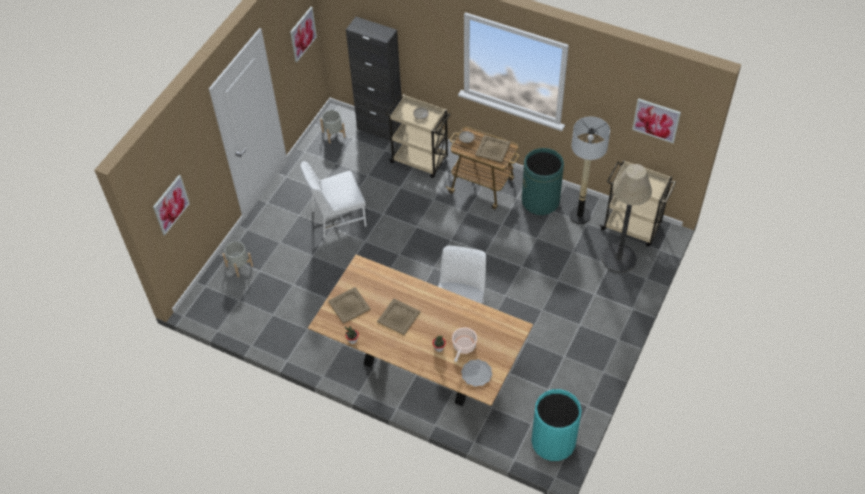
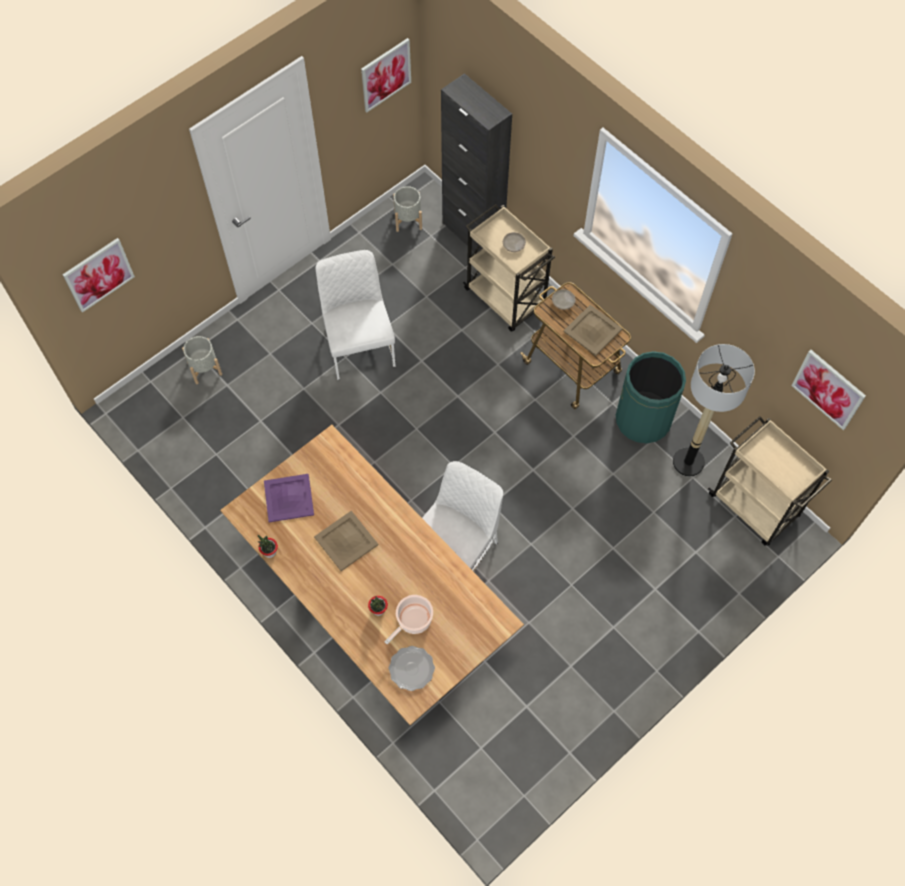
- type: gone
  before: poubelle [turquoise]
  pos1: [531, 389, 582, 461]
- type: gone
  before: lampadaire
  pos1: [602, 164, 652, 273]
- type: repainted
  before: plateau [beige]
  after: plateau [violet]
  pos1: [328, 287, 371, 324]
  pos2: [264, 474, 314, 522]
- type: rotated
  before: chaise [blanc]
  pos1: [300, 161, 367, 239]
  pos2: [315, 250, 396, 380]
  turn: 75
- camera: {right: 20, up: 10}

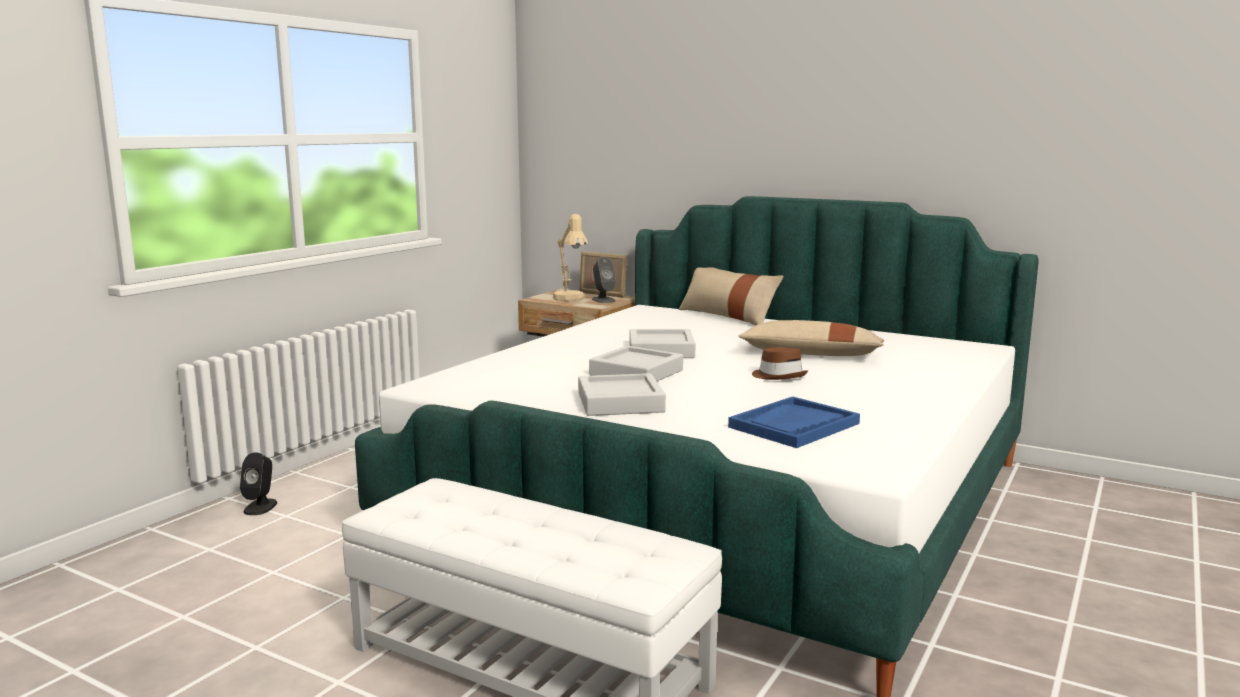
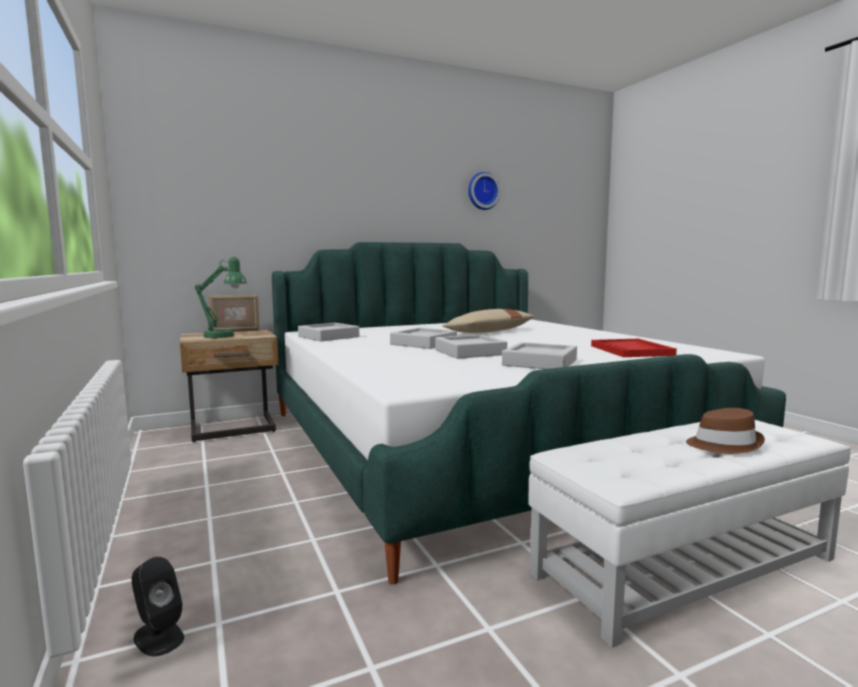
- type: gone
  before: enceinte [gris]
  pos1: [592, 257, 616, 303]
- type: gone
  before: coussin [beige]
  pos1: [679, 267, 784, 325]
- type: new
  after: plateau [gris]
  pos2: [298, 323, 359, 341]
- type: new
  after: horloge murale
  pos2: [468, 172, 501, 210]
- type: shifted
  before: chapeau [marron]
  pos1: [752, 347, 808, 380]
  pos2: [686, 408, 765, 454]
- type: repainted
  before: lampe de table [beige]
  after: lampe de table [vert]
  pos1: [553, 214, 588, 301]
  pos2: [194, 257, 247, 338]
- type: repainted
  before: plateau [bleu]
  after: plateau [rouge]
  pos1: [728, 397, 860, 448]
  pos2: [591, 339, 677, 357]
- camera: {right: -55, up: -5}

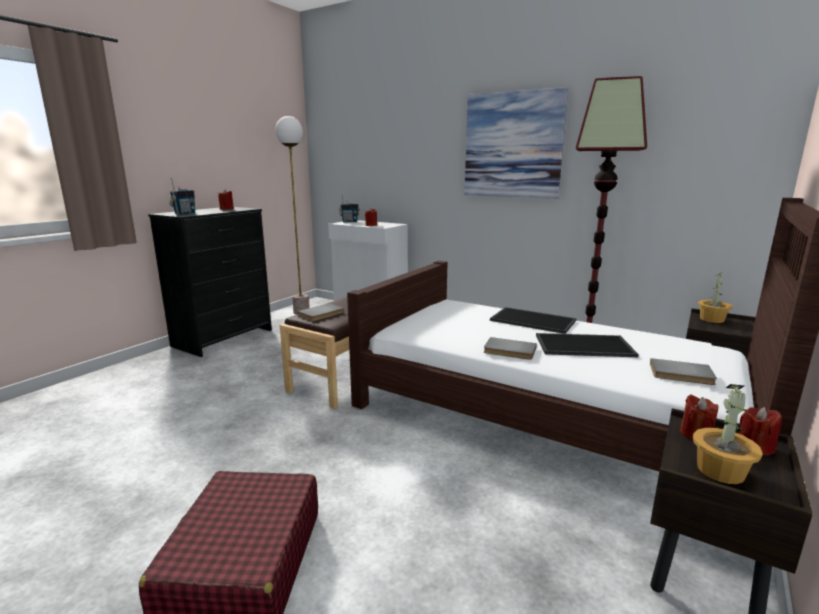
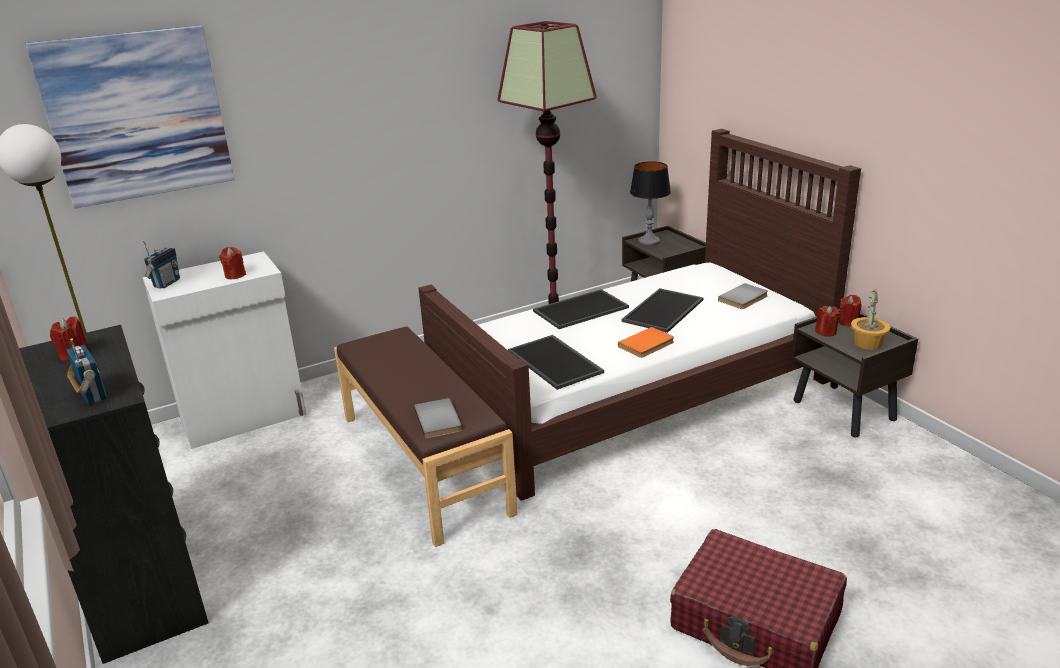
- type: new
  after: plateau
  pos2: [508, 335, 604, 390]
- type: shifted
  before: tableau
  pos1: [464, 87, 568, 199]
  pos2: [25, 25, 234, 208]
- type: swapped
  before: plante en pot
  after: lampe de table
  pos1: [698, 272, 733, 323]
  pos2: [630, 162, 671, 245]
- type: repainted
  before: livre [gris]
  after: livre [orange]
  pos1: [484, 337, 537, 360]
  pos2: [618, 327, 674, 358]
- camera: {right: -60, up: 10}

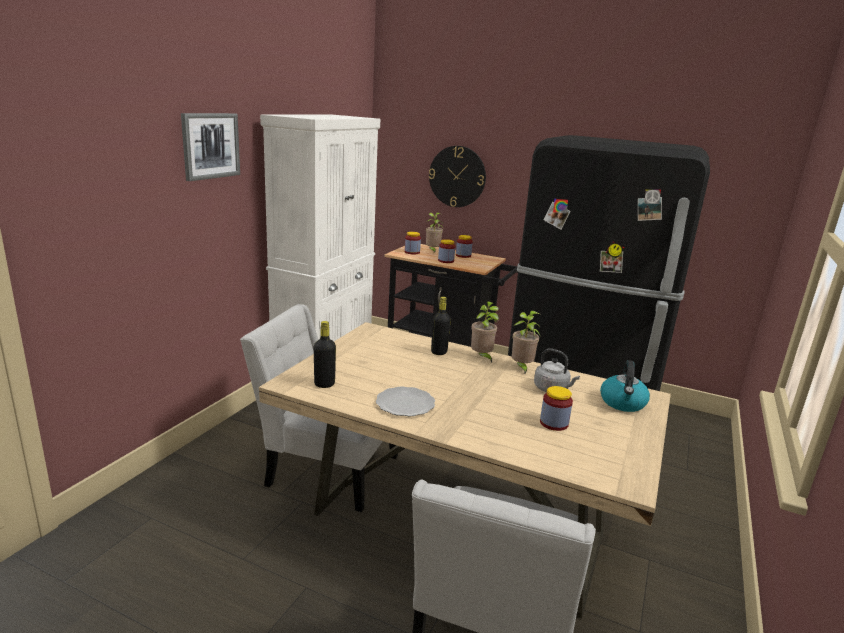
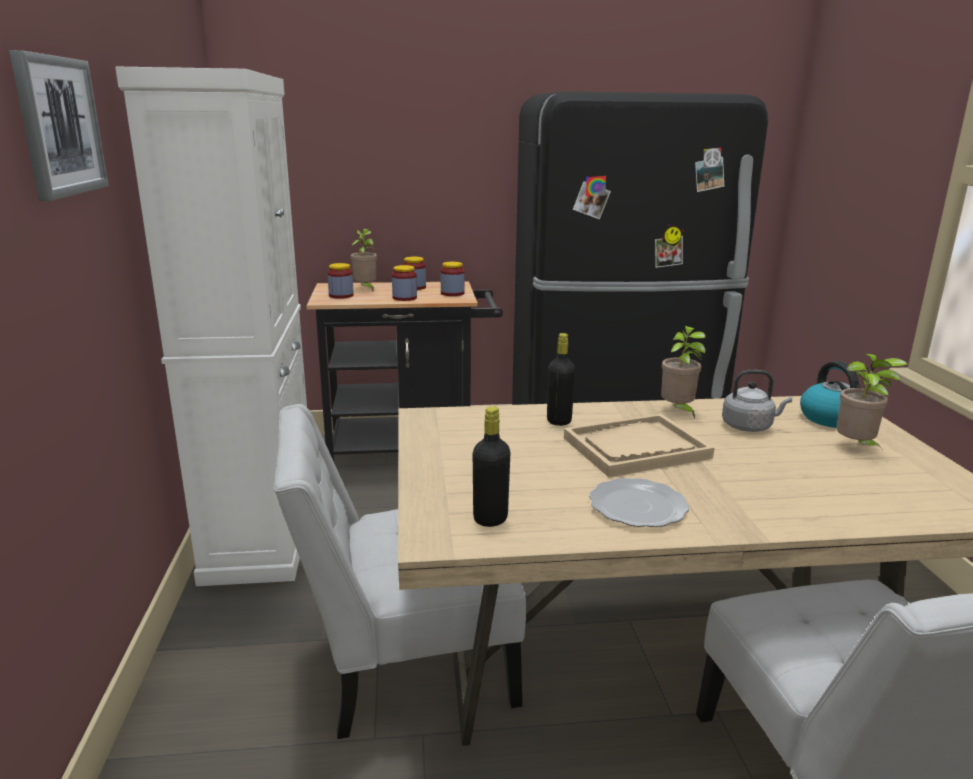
- type: gone
  before: horloge murale
  pos1: [429, 146, 486, 207]
- type: new
  after: plateau [beige]
  pos2: [564, 414, 714, 477]
- type: shifted
  before: plante en pot
  pos1: [471, 301, 499, 363]
  pos2: [837, 354, 908, 452]
- type: shifted
  before: bocal
  pos1: [540, 386, 573, 431]
  pos2: [441, 262, 465, 296]
- camera: {right: -30, up: 0}

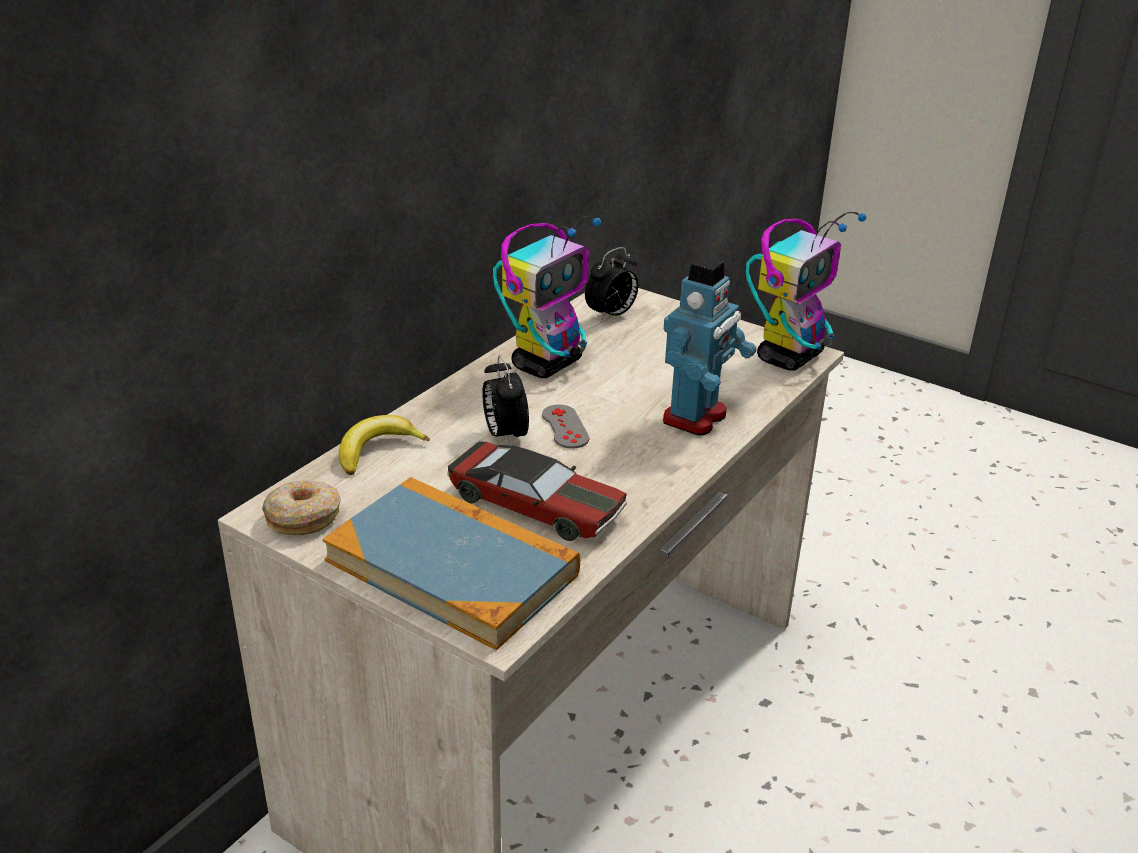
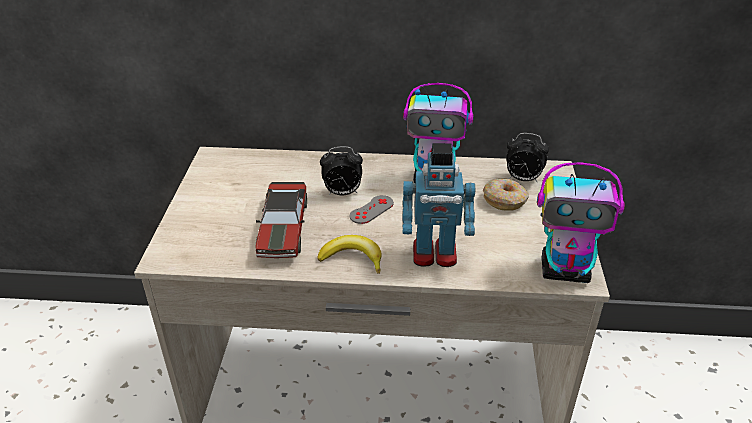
- type: gone
  before: livre
  pos1: [323, 477, 580, 651]
- type: shifted
  before: beignet
  pos1: [262, 480, 341, 535]
  pos2: [483, 179, 529, 211]
- type: shifted
  before: banane
  pos1: [339, 415, 430, 475]
  pos2: [317, 235, 382, 274]
- type: rotated
  before: réveil
  pos1: [482, 355, 529, 445]
  pos2: [320, 146, 363, 195]
  turn: -135
- camera: {right: 60, up: 5}

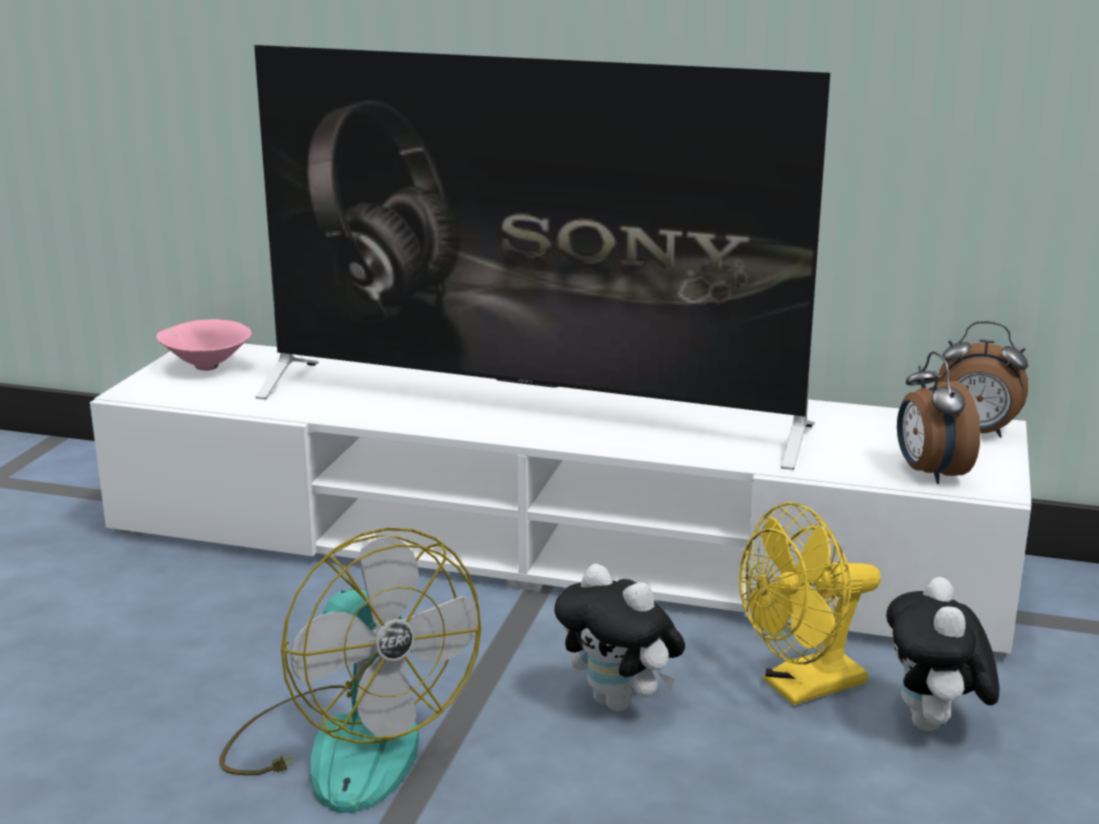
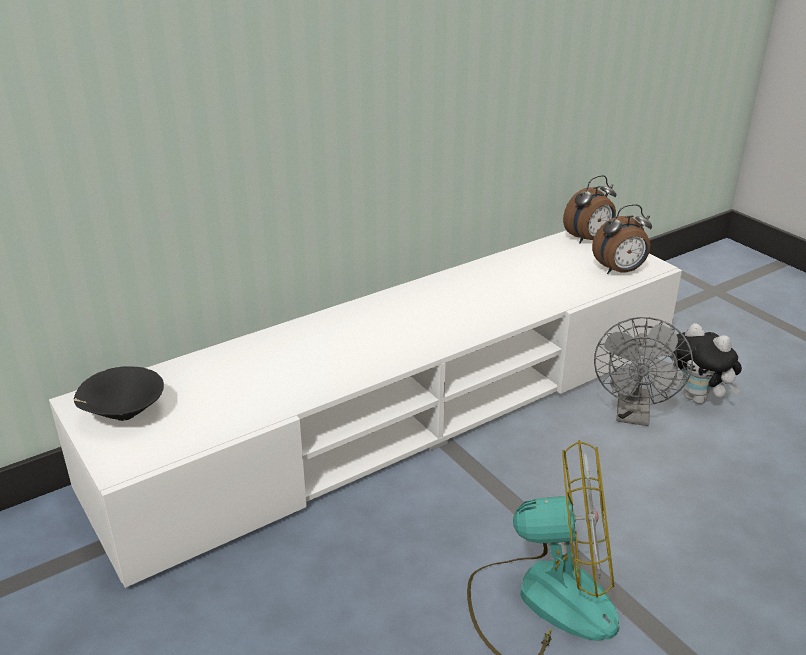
- type: gone
  before: téléviseur
  pos1: [254, 45, 830, 470]
- type: gone
  before: peluche
  pos1: [554, 564, 685, 711]
- type: repainted
  before: bol [rose]
  after: bol [noir]
  pos1: [156, 319, 252, 371]
  pos2: [74, 366, 164, 421]
- type: repainted
  before: ventilateur [jaune]
  after: ventilateur [gris]
  pos1: [739, 502, 881, 705]
  pos2: [594, 317, 693, 426]
- type: rotated
  before: réveil
  pos1: [897, 351, 980, 484]
  pos2: [592, 204, 652, 274]
  turn: -45
- camera: {right: -50, up: 10}

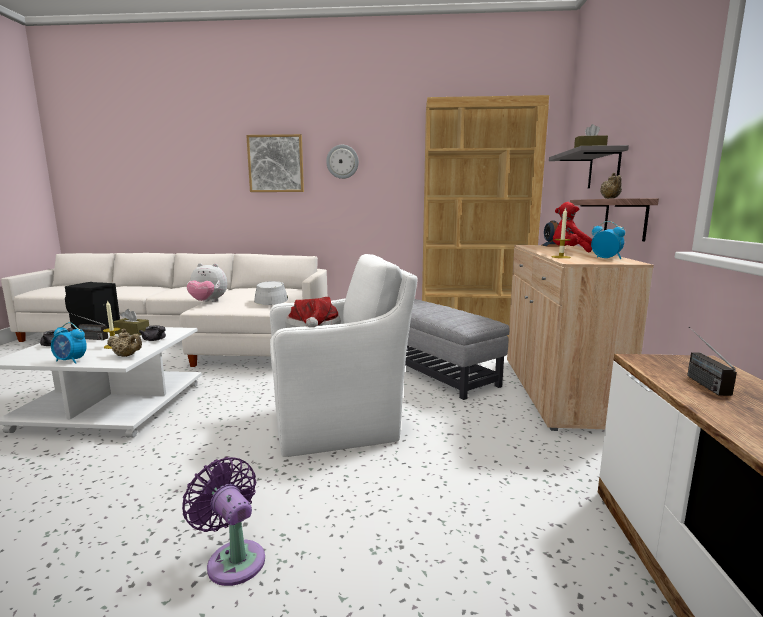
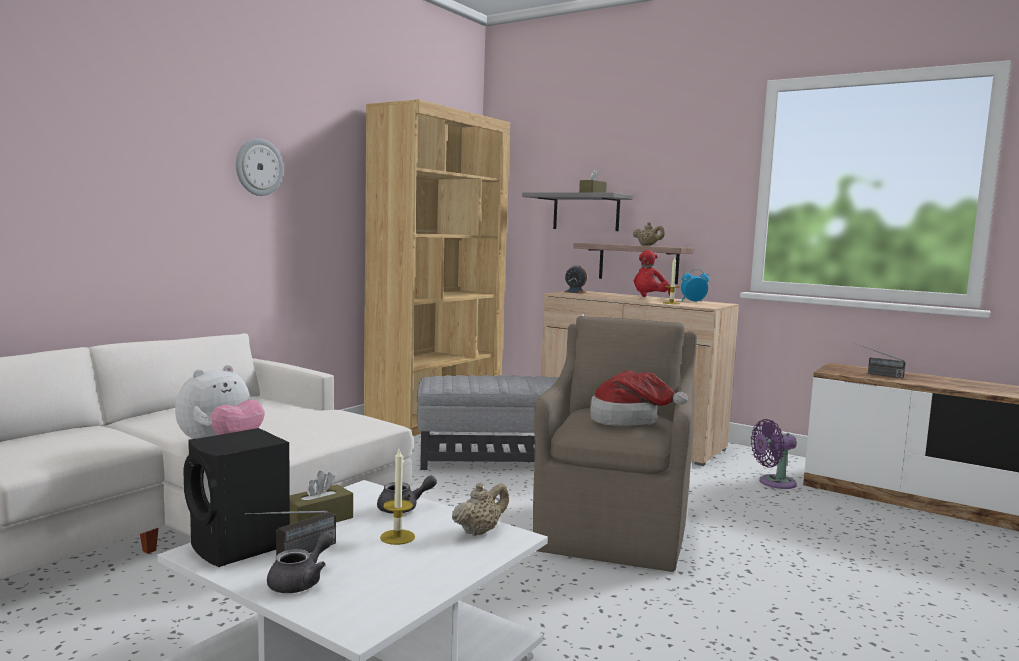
- type: gone
  before: réveil
  pos1: [51, 322, 87, 364]
- type: gone
  before: tableau
  pos1: [246, 134, 304, 192]
- type: gone
  before: chapeau [gris]
  pos1: [254, 281, 288, 305]
- type: shifted
  before: ventilateur [violet]
  pos1: [182, 457, 265, 586]
  pos2: [751, 419, 797, 489]
- type: repainted
  before: fauteuil [blanc]
  after: fauteuil [marron]
  pos1: [270, 254, 418, 457]
  pos2: [533, 316, 697, 572]
- camera: {right: -60, up: -5}

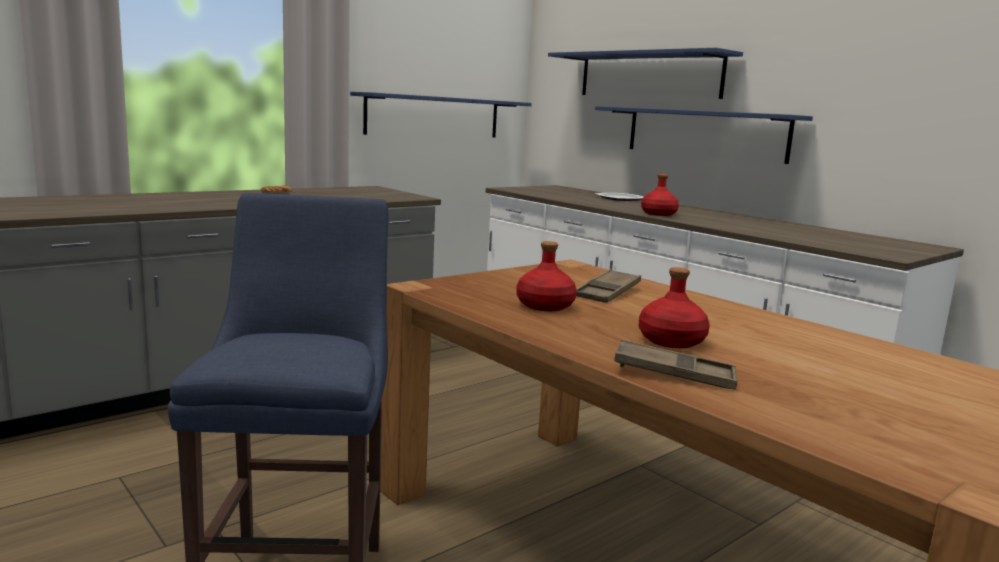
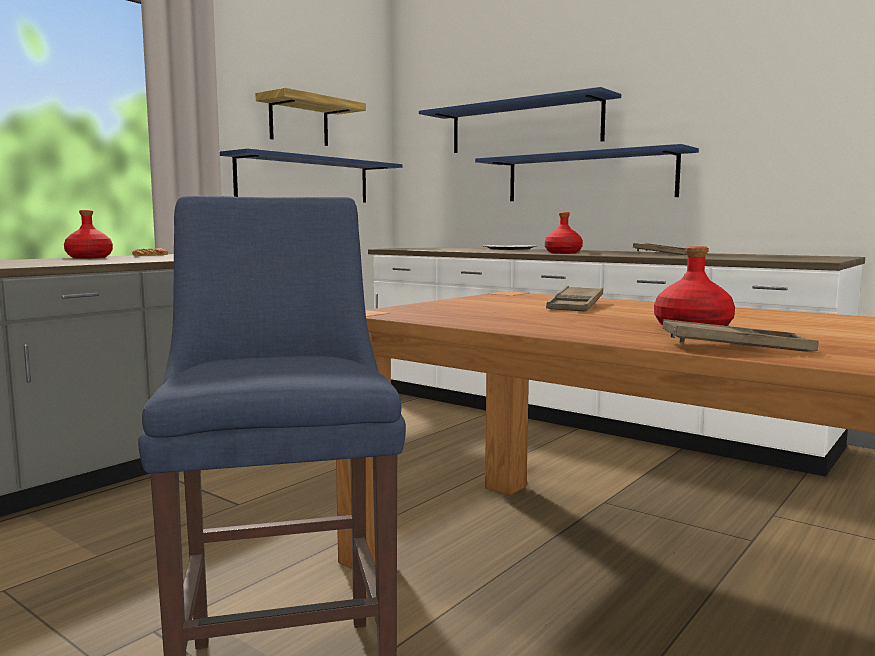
- type: new
  after: étagère
  pos2: [255, 88, 366, 146]
- type: new
  after: plateau [marron]
  pos2: [633, 243, 687, 255]
- type: shifted
  before: bouteille [rouge]
  pos1: [516, 241, 577, 311]
  pos2: [64, 210, 113, 258]
- camera: {right: -10, up: -5}

